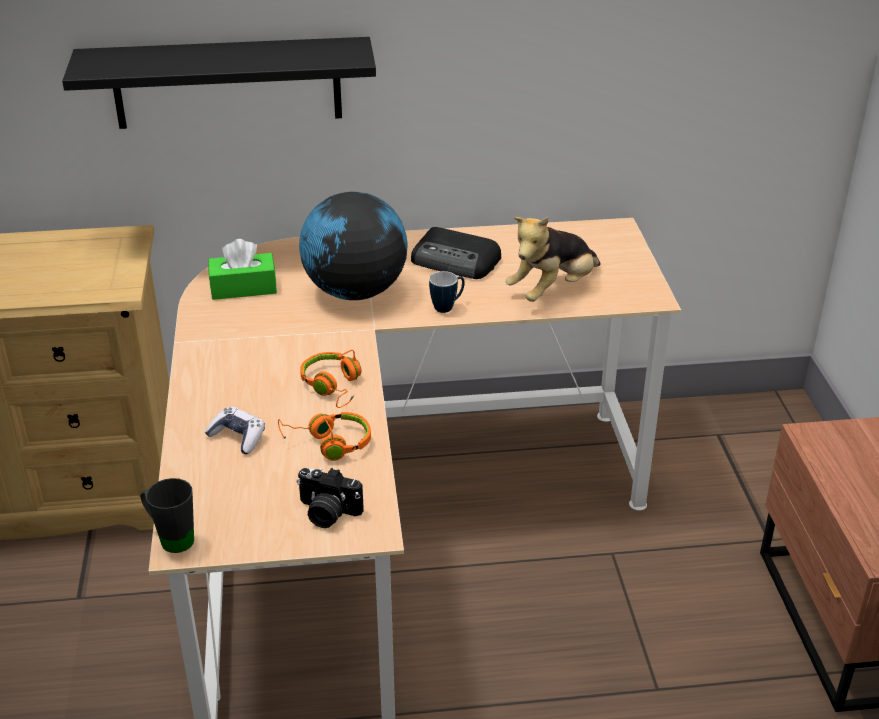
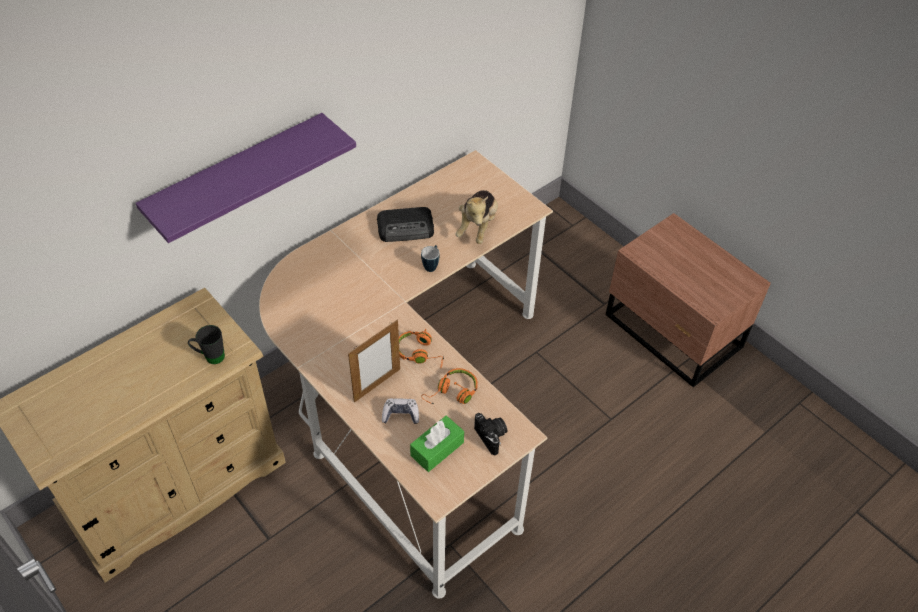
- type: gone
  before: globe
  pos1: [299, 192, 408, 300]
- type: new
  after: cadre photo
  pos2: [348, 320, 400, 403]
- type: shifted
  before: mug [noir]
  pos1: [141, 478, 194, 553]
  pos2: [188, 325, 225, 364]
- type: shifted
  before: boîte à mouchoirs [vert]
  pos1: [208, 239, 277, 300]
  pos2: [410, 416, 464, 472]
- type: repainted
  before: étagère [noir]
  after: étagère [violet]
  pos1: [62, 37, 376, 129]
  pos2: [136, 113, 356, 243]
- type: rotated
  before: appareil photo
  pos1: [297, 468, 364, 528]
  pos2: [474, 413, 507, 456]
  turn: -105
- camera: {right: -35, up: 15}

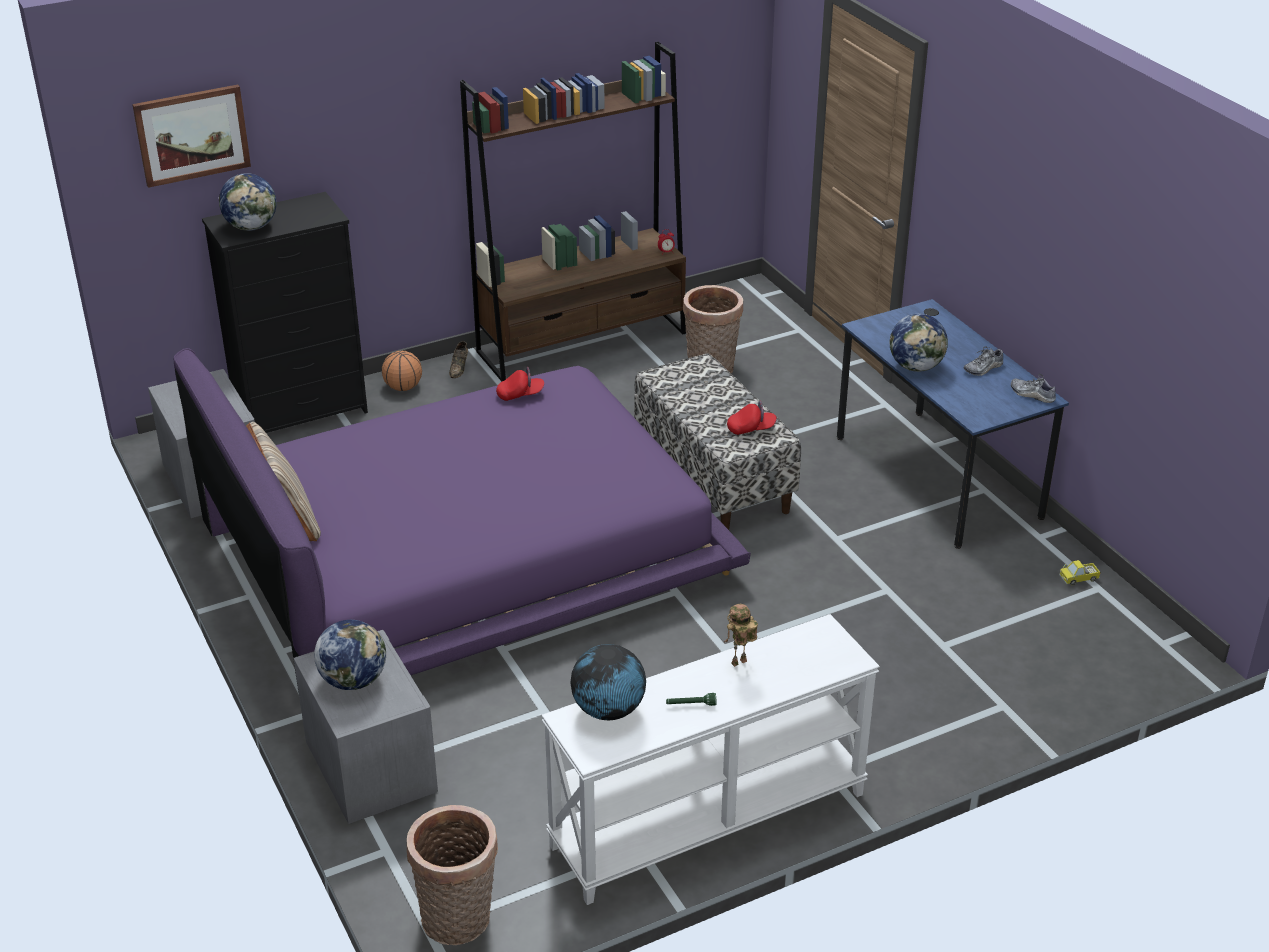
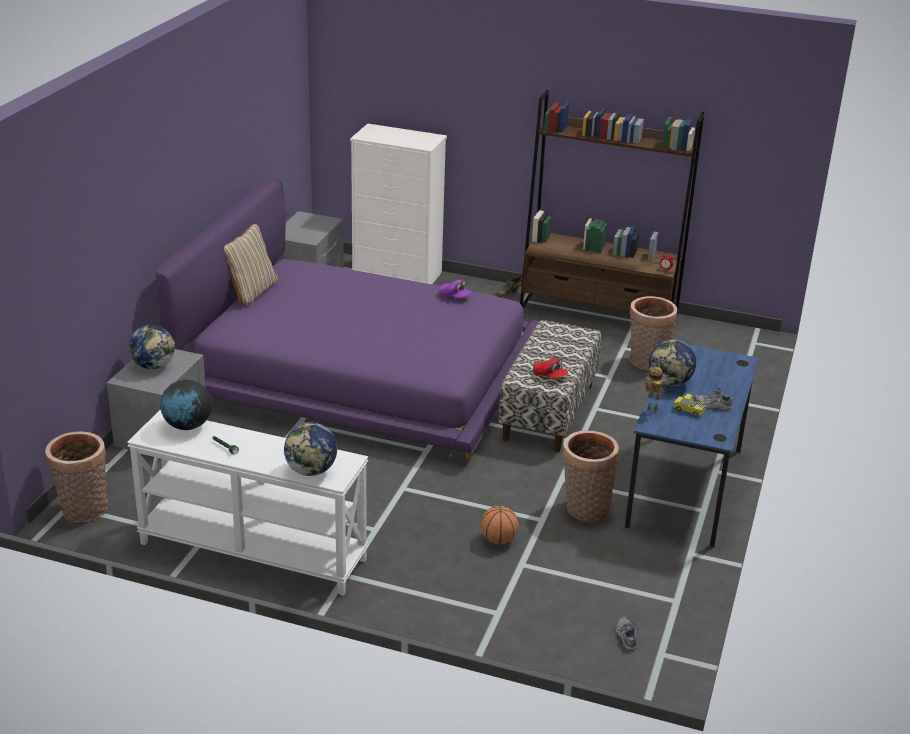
- type: gone
  before: tableau
  pos1: [132, 85, 251, 188]
- type: new
  after: panier
  pos2: [563, 431, 619, 522]
- type: shifted
  before: globe
  pos1: [218, 173, 277, 231]
  pos2: [284, 423, 337, 476]
- type: shifted
  before: ballon de basket
  pos1: [382, 351, 422, 391]
  pos2: [480, 506, 519, 544]
- type: shifted
  before: robot jouet
  pos1: [724, 604, 758, 667]
  pos2: [645, 366, 665, 412]
- type: shifted
  before: chaussure
  pos1: [1011, 374, 1056, 403]
  pos2: [616, 617, 639, 650]
- type: shifted
  before: camion jouet
  pos1: [1059, 560, 1101, 585]
  pos2: [673, 394, 706, 416]
- type: repainted
  before: commode [noir]
  after: commode [blanc]
  pos1: [202, 192, 368, 433]
  pos2: [350, 124, 447, 284]
- type: repainted
  before: casquette [rouge]
  after: casquette [violet]
  pos1: [496, 367, 544, 401]
  pos2: [439, 279, 471, 298]
- camera: {right: 45, up: -5}

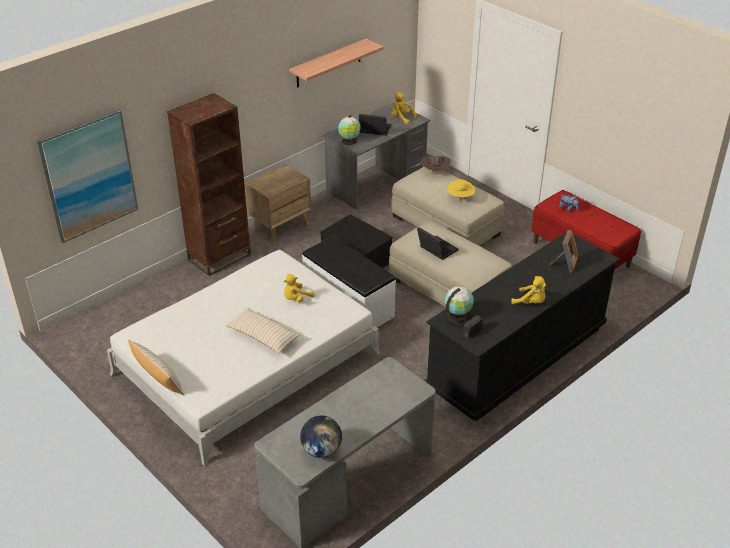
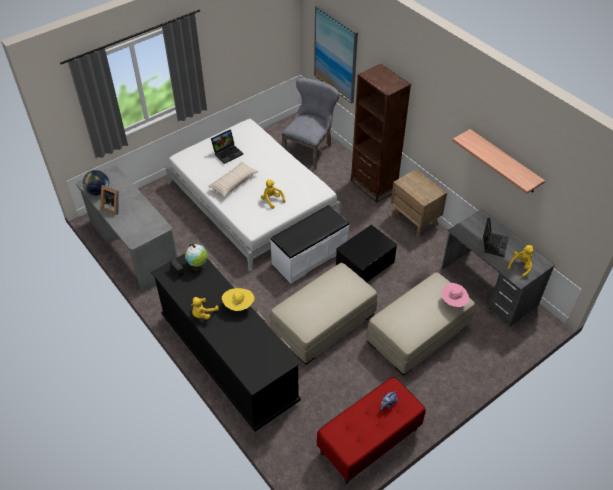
- type: gone
  before: coussin [beige]
  pos1: [128, 340, 184, 395]
- type: gone
  before: globe
  pos1: [338, 115, 361, 145]
- type: new
  after: chaise [gris]
  pos2: [282, 78, 339, 170]
- type: shifted
  before: ordinateur portable
  pos1: [417, 227, 459, 260]
  pos2: [211, 130, 243, 164]
- type: shifted
  before: chapeau [jaune]
  pos1: [447, 179, 475, 201]
  pos2: [222, 288, 254, 311]
- type: shifted
  before: cadre photo
  pos1: [549, 230, 578, 273]
  pos2: [101, 185, 119, 215]
- type: repainted
  before: chapeau [marron]
  after: chapeau [rose]
  pos1: [421, 156, 451, 173]
  pos2: [442, 283, 469, 307]
- camera: {right: 95, up: 10}

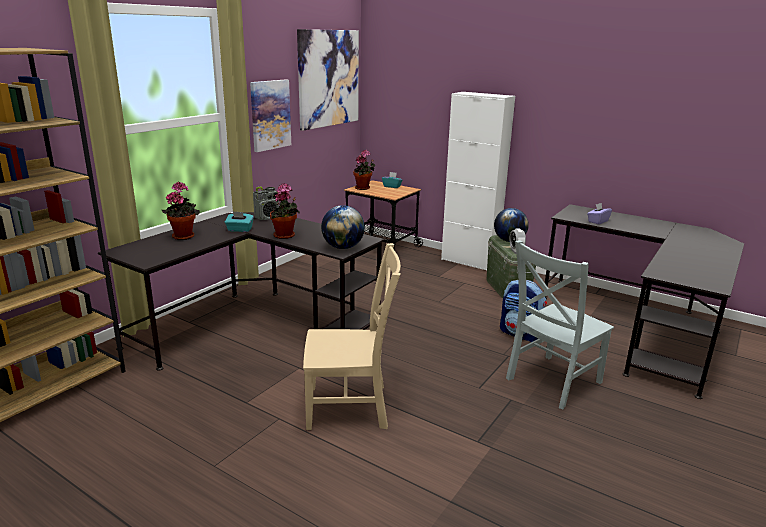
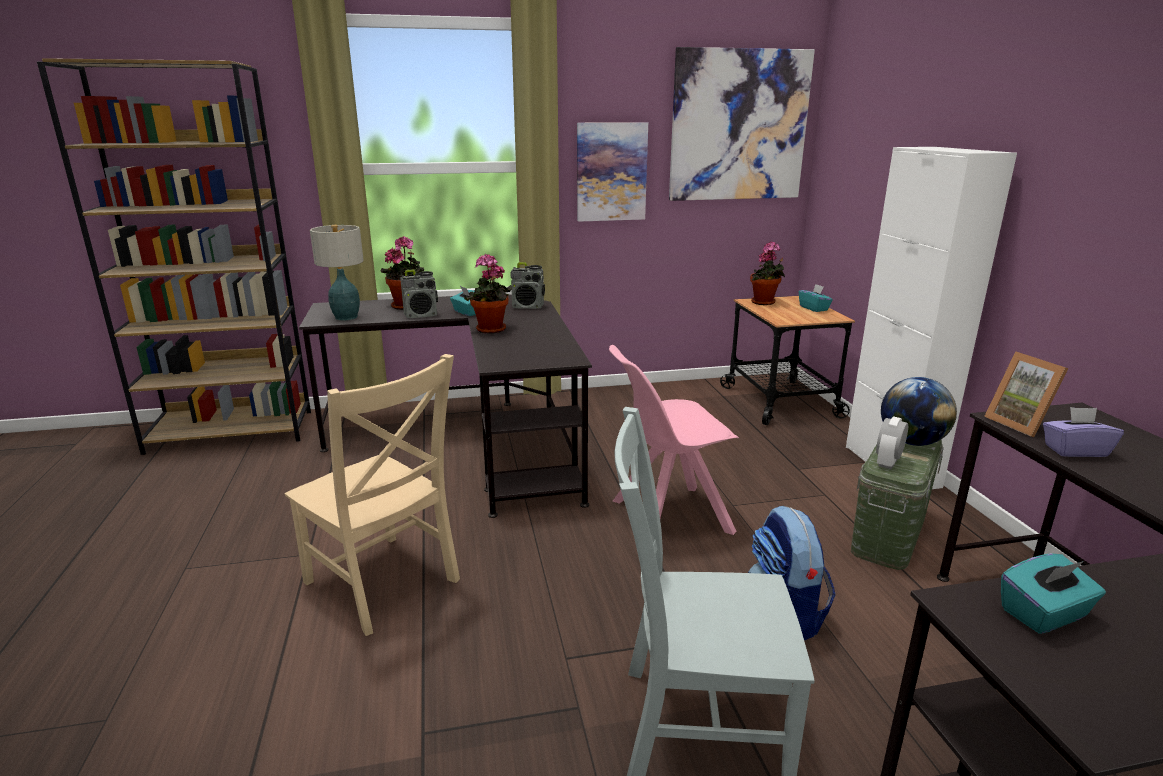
- type: gone
  before: globe
  pos1: [321, 205, 365, 249]
- type: new
  after: lampe de table
  pos2: [310, 225, 364, 321]
- type: new
  after: radio
  pos2: [400, 270, 438, 318]
- type: new
  after: chaise [rose]
  pos2: [609, 345, 739, 535]
- type: new
  after: cadre photo
  pos2: [984, 351, 1069, 437]
- type: new
  after: boîte à mouchoirs [turquoise]
  pos2: [1001, 553, 1106, 634]
- camera: {right: 45, up: 0}

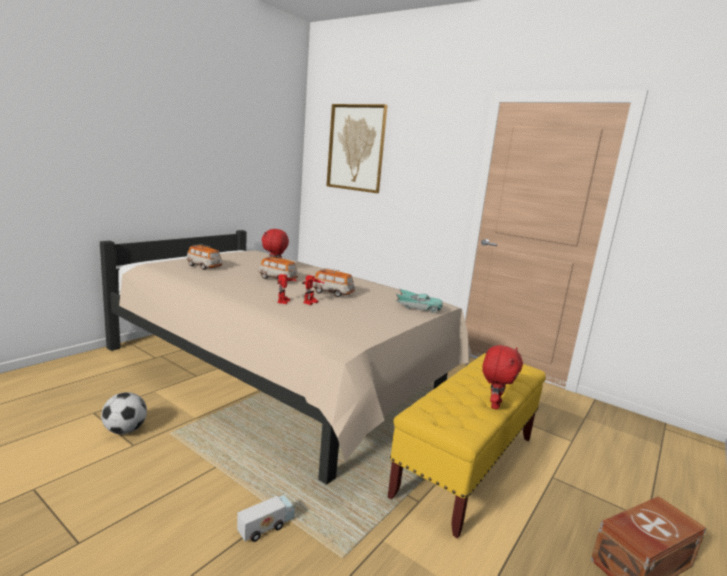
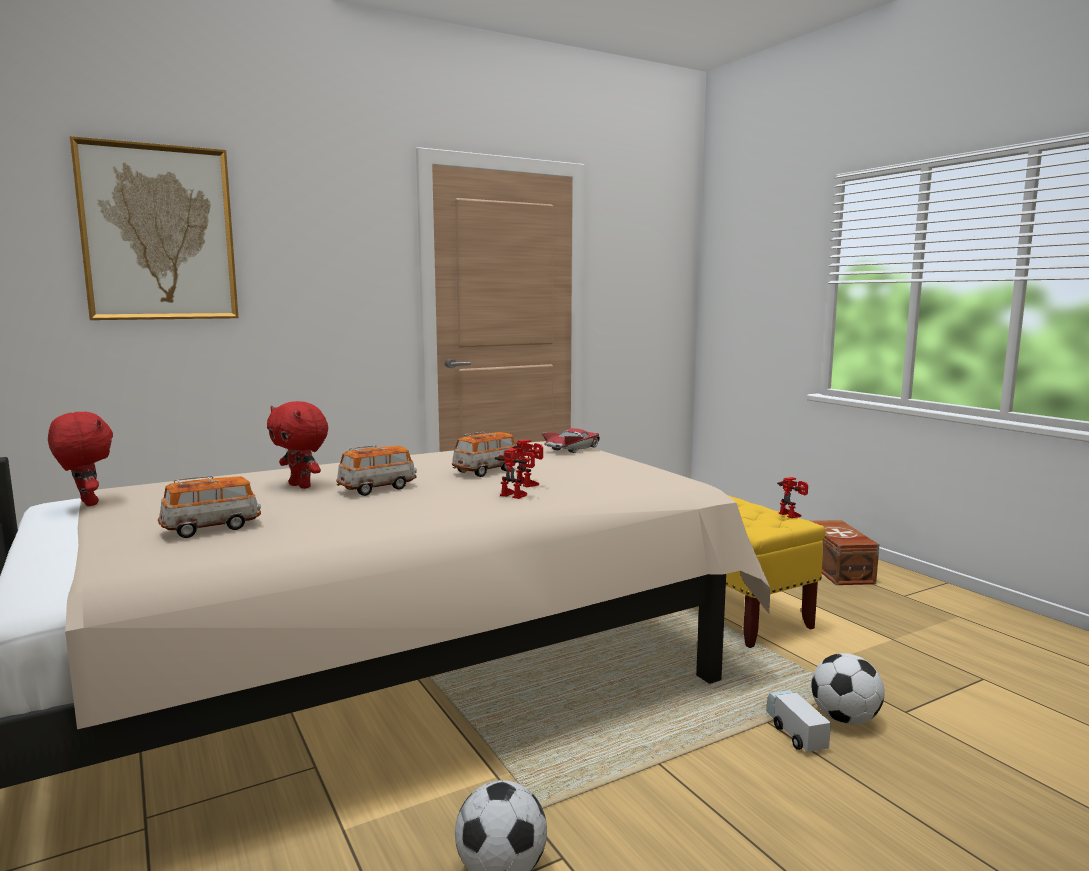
- type: new
  after: robot jouet
  pos2: [777, 477, 808, 518]
- type: new
  after: ballon de foot
  pos2: [811, 653, 885, 725]
- type: shifted
  before: peluche [rouge]
  pos1: [482, 345, 523, 409]
  pos2: [48, 412, 113, 506]
- type: repainted
  before: petite voiture [turquoise]
  after: petite voiture [rouge]
  pos1: [396, 288, 443, 313]
  pos2: [542, 428, 600, 453]
- camera: {right: -65, up: -5}

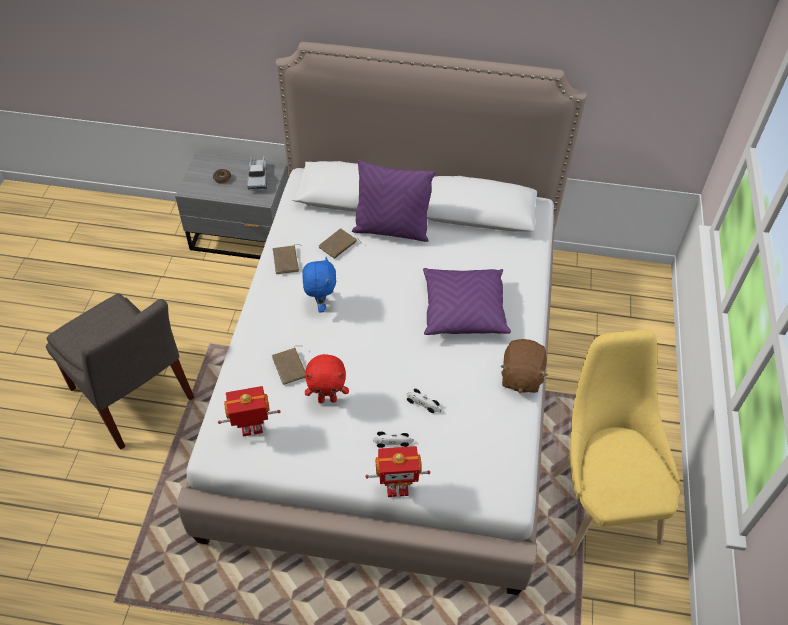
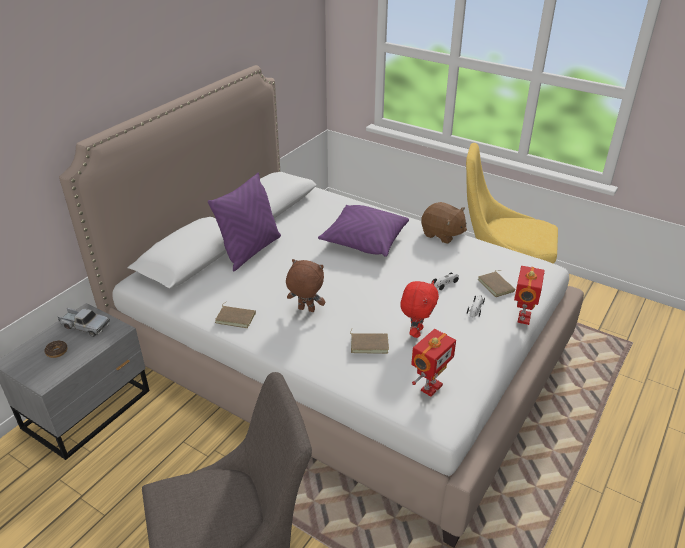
- type: shifted
  before: livre [marron]
  pos1: [319, 228, 362, 259]
  pos2: [478, 270, 515, 297]
- type: repainted
  before: peluche [bleu]
  after: peluche [marron]
  pos1: [302, 257, 336, 313]
  pos2: [286, 259, 325, 312]
- type: rotated
  before: robot jouet
  pos1: [218, 386, 281, 437]
  pos2: [411, 329, 456, 397]
  turn: -150
- camera: {right: -65, up: -15}

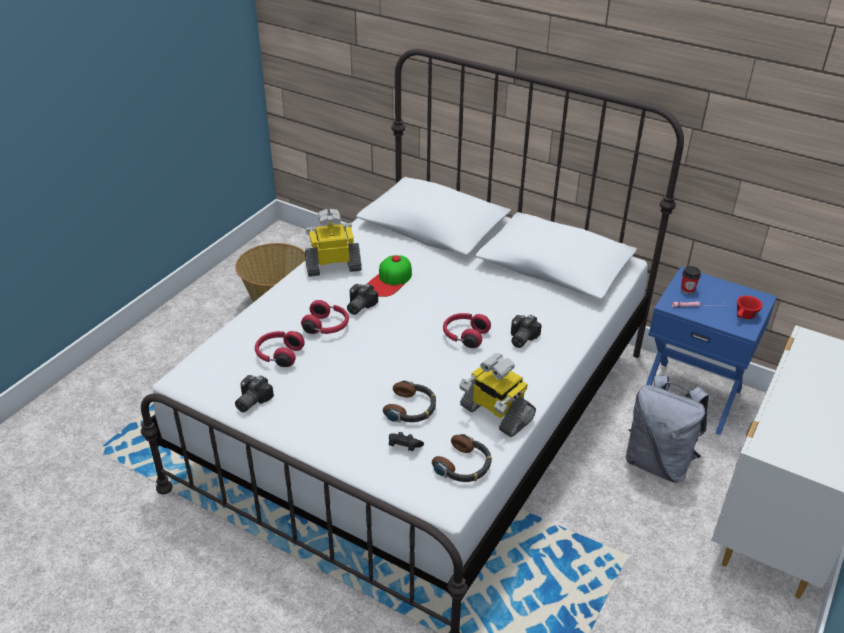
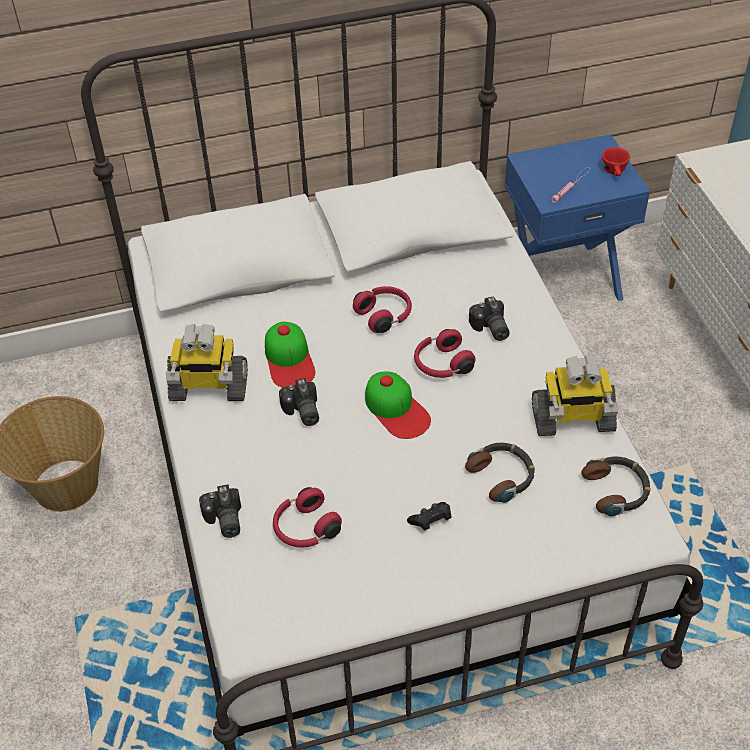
- type: gone
  before: sac à dos [gris]
  pos1: [626, 376, 709, 483]
- type: gone
  before: tasse
  pos1: [681, 266, 701, 294]
- type: new
  after: casquette
  pos2: [365, 372, 431, 439]
- type: shifted
  before: appareil photo
  pos1: [235, 375, 274, 412]
  pos2: [199, 484, 241, 538]
- type: shifted
  before: casque audio [rouge]
  pos1: [301, 300, 349, 334]
  pos2: [353, 286, 412, 333]
- type: shifted
  before: manette [noir]
  pos1: [389, 432, 424, 451]
  pos2: [407, 502, 452, 531]
- type: rotated
  before: robot jouet
  pos1: [305, 209, 362, 277]
  pos2: [166, 324, 248, 401]
  turn: -120
- camera: {right: -45, up: 10}

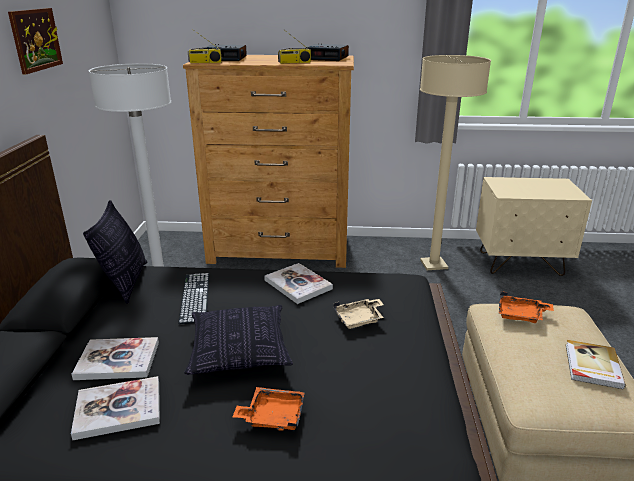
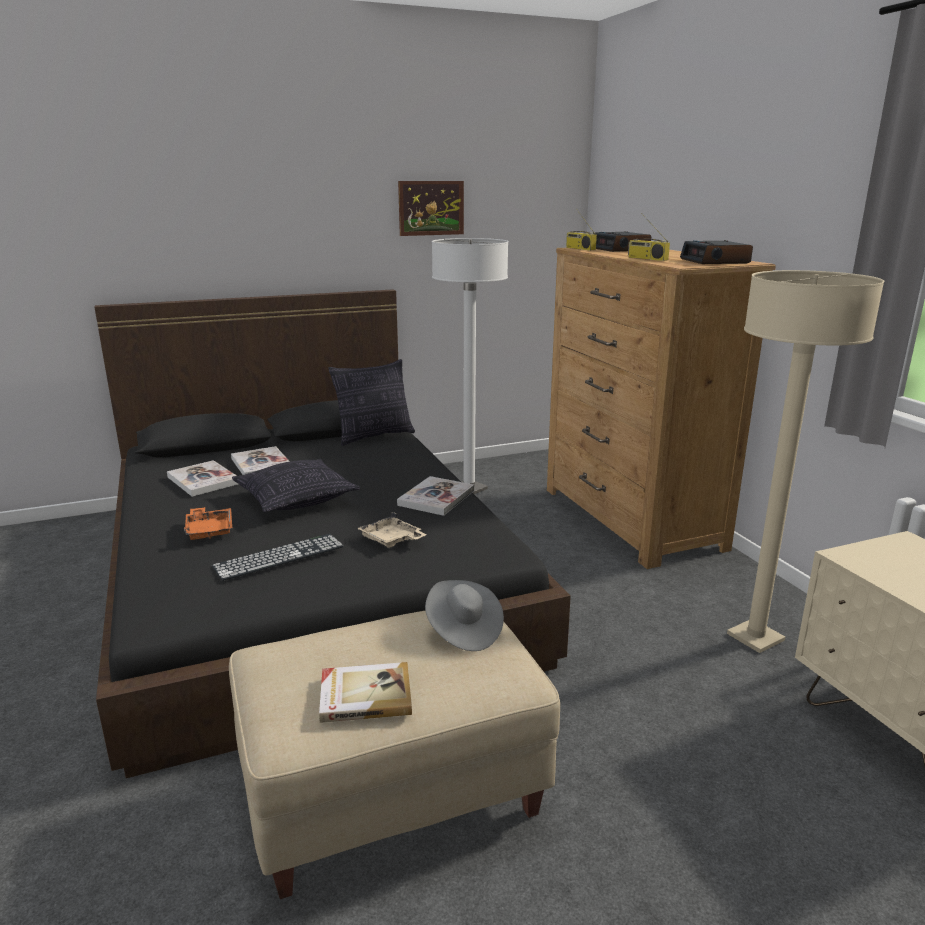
- type: shifted
  before: clavier
  pos1: [179, 273, 209, 324]
  pos2: [212, 534, 343, 581]
- type: swapped
  before: plateau [orange]
  after: chapeau [gris]
  pos1: [499, 292, 554, 323]
  pos2: [425, 580, 504, 651]
- camera: {right: 65, up: -5}

